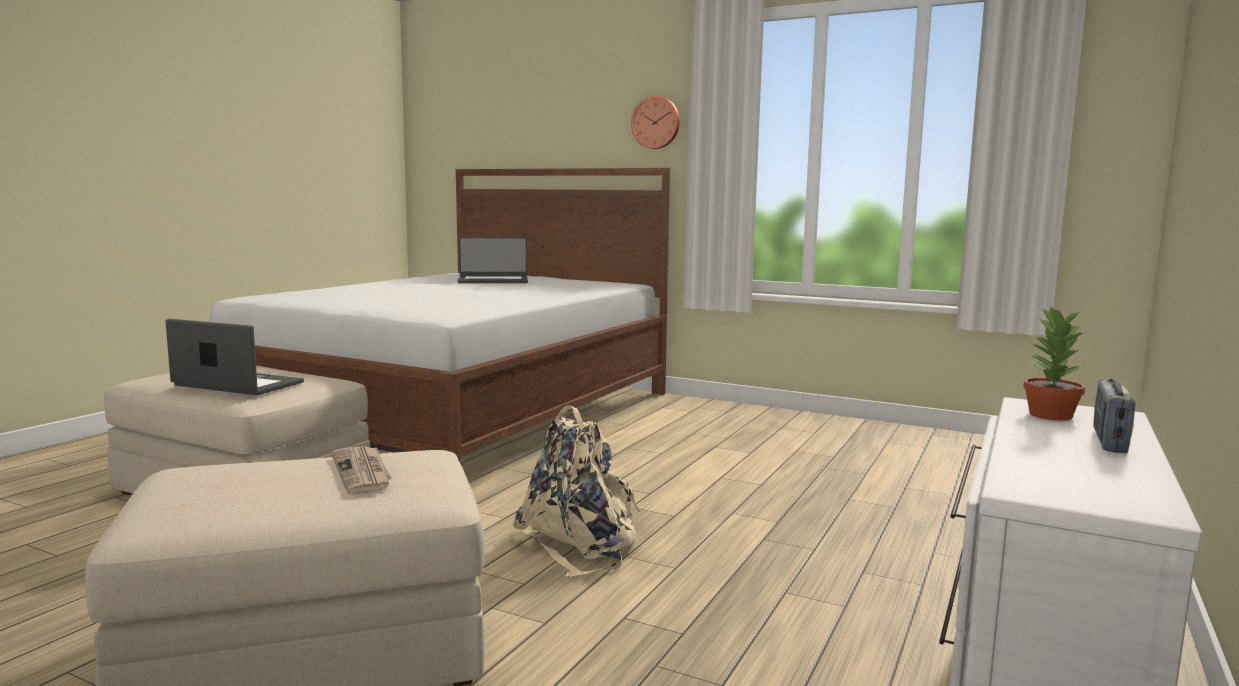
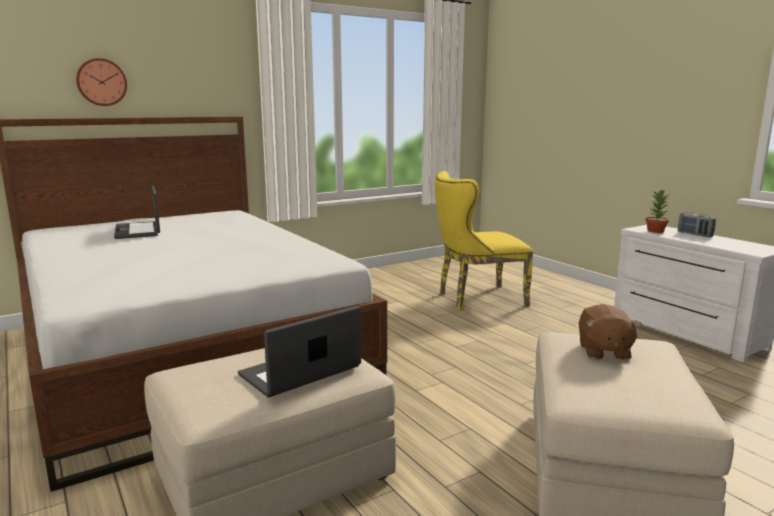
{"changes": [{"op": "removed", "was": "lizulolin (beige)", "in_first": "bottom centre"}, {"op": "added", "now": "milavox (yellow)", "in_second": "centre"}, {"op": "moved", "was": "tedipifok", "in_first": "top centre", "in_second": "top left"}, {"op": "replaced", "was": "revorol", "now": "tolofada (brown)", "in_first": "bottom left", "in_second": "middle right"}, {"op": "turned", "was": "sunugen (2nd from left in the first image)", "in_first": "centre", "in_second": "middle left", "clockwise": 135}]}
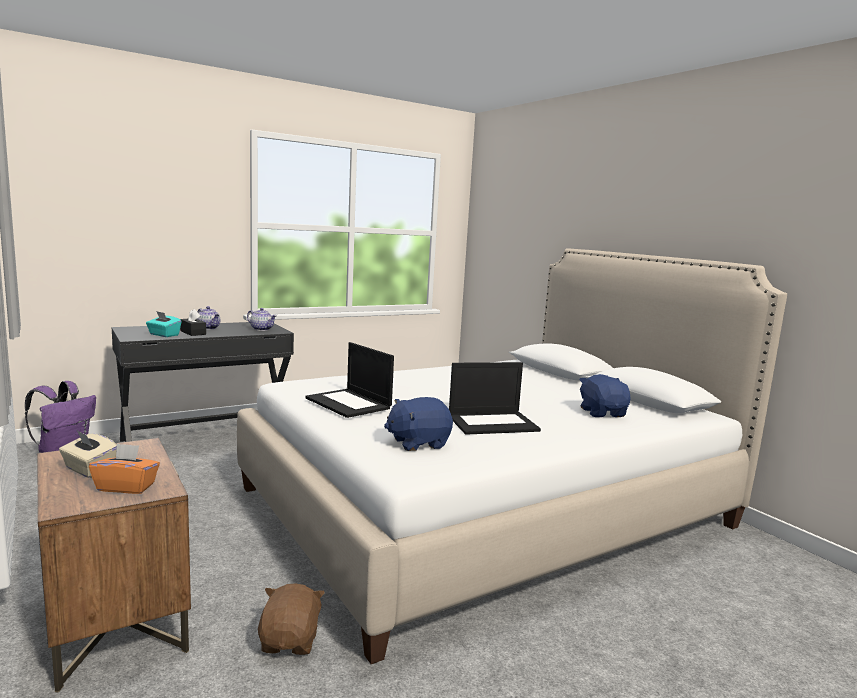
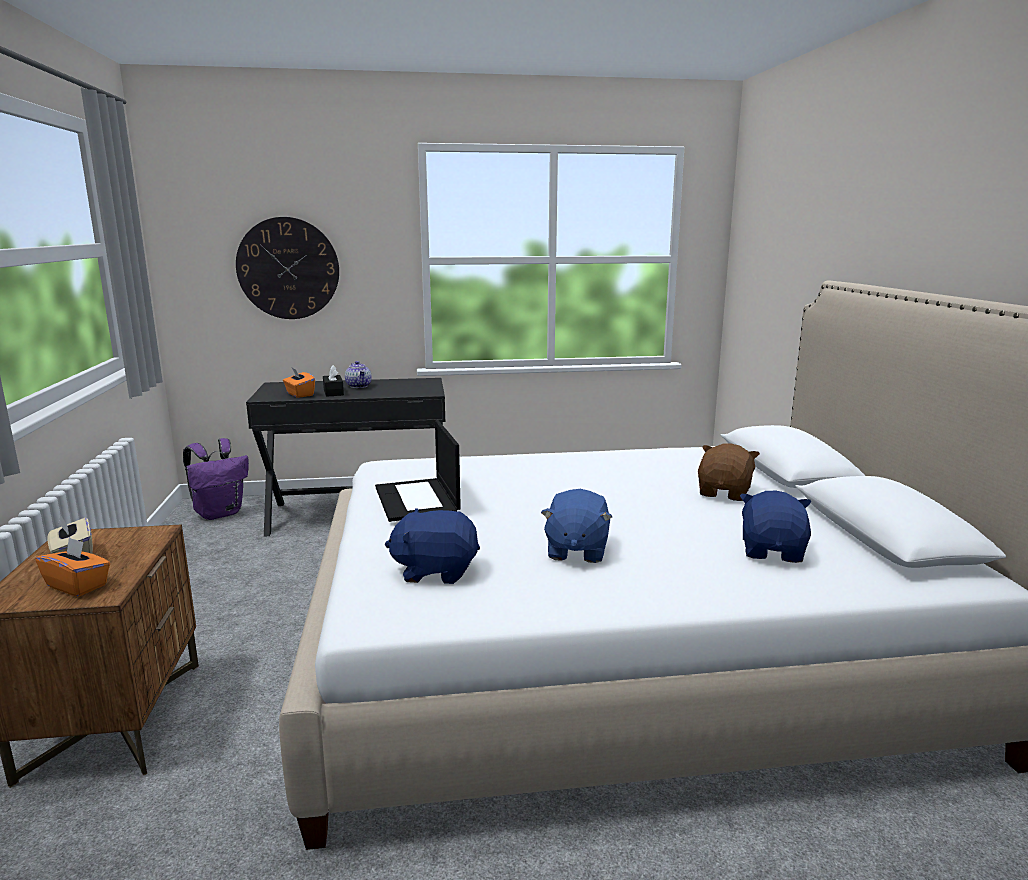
{"changes": [{"op": "removed", "was": "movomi (2nd from left)", "in_first": "middle left"}, {"op": "added", "now": "tedipifok", "in_second": "top left"}, {"op": "moved", "was": "tolofada (brown)", "in_first": "bottom centre", "in_second": "middle right"}, {"op": "replaced", "was": "sunugen (2nd from left)", "now": "tolofada (blue) (2nd from left)", "in_first": "centre", "in_second": "centre"}, {"op": "recoloured", "was": "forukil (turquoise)", "now": "forukil (orange) (2nd from left)", "in_first": "middle left", "in_second": "middle left"}]}
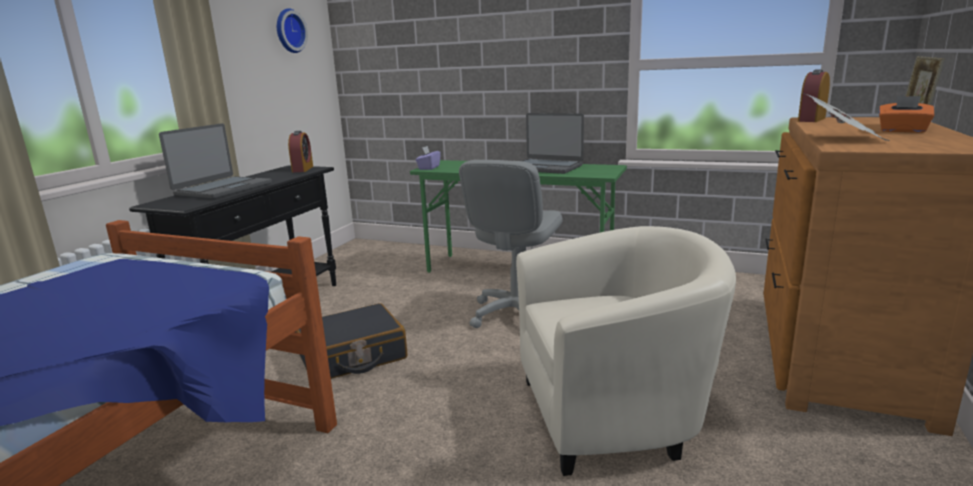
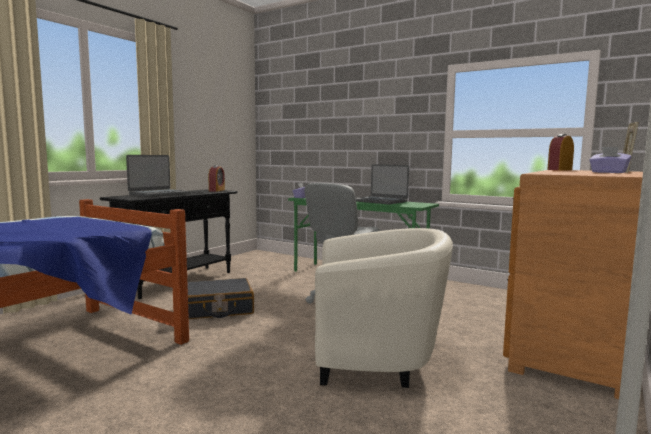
{"changes": [{"op": "removed", "was": "tedipifok", "in_first": "top left"}, {"op": "removed", "was": "revorol", "in_first": "top right"}, {"op": "recoloured", "was": "forukil (orange)", "now": "forukil (purple) (2nd from left)", "in_first": "top right", "in_second": "middle right"}]}
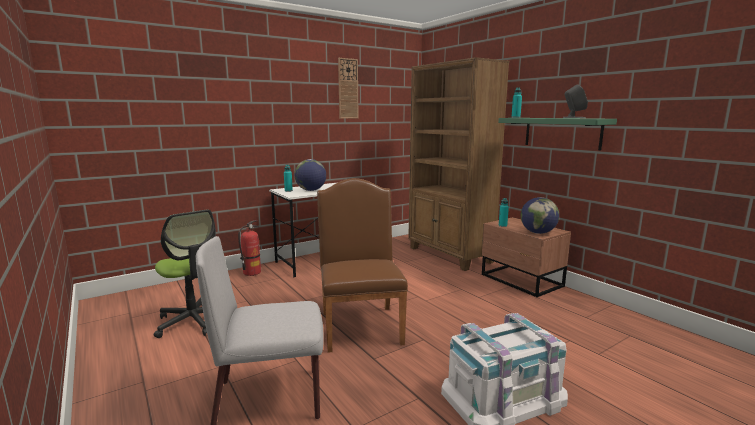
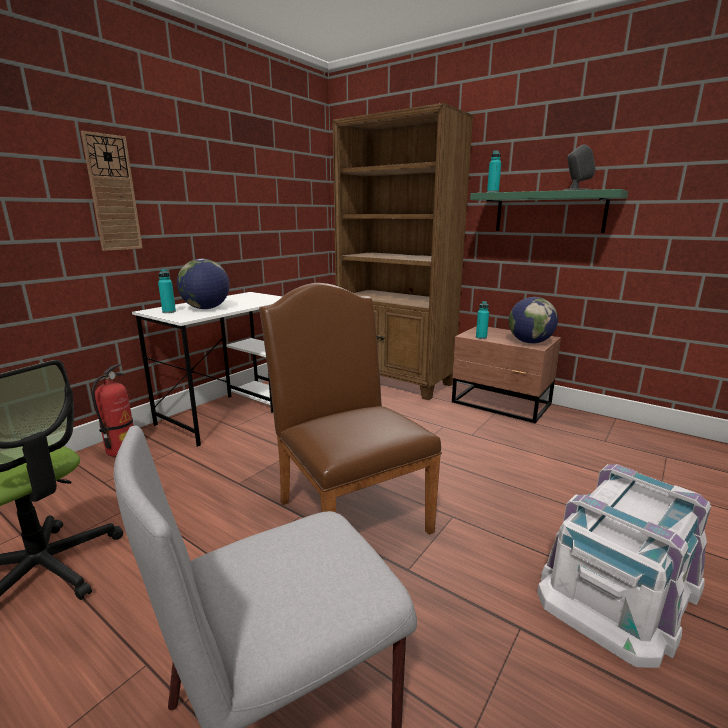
{"changes": [{"op": "moved", "was": "tedipifok", "in_first": "top centre", "in_second": "top left"}]}
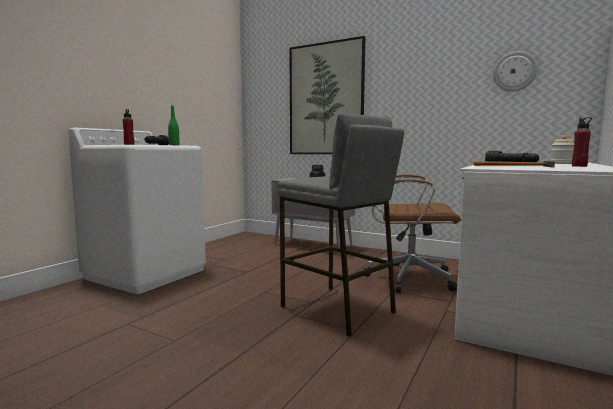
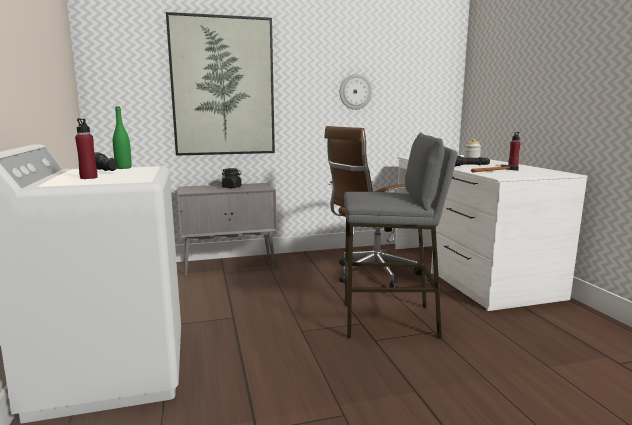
{"changes": [{"op": "moved", "was": "tedipifok", "in_first": "top right", "in_second": "top centre"}]}
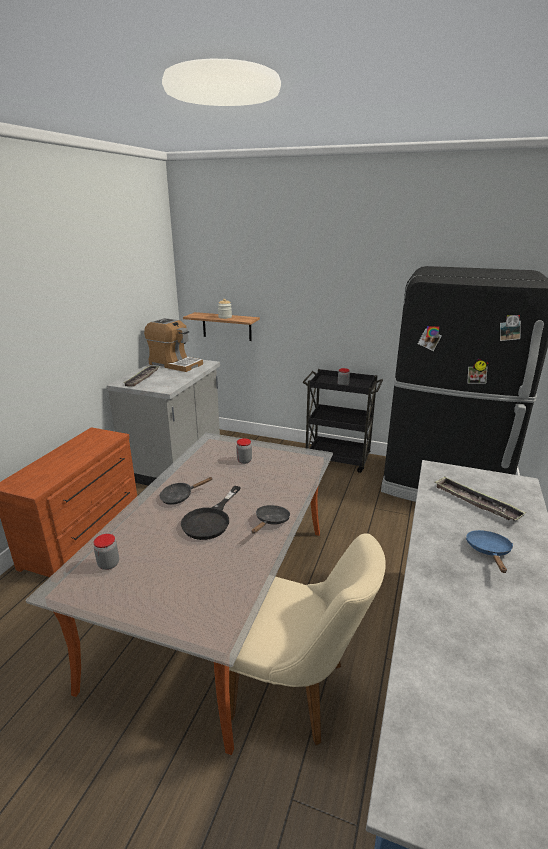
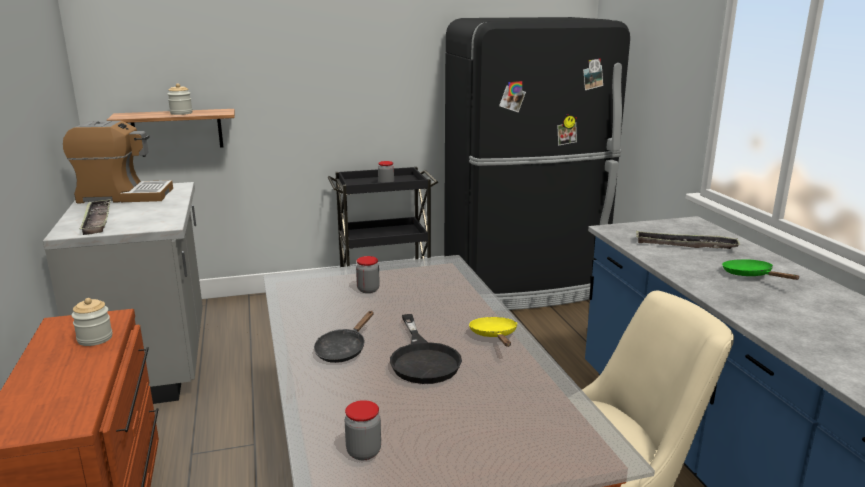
{"changes": [{"op": "added", "now": "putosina (1st from left)", "in_second": "middle left"}, {"op": "recoloured", "was": "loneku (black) (3rd from left)", "now": "loneku (yellow)", "in_first": "centre", "in_second": "bottom centre"}, {"op": "recoloured", "was": "loneku (blue)", "now": "loneku (green)", "in_first": "middle right", "in_second": "middle right"}]}
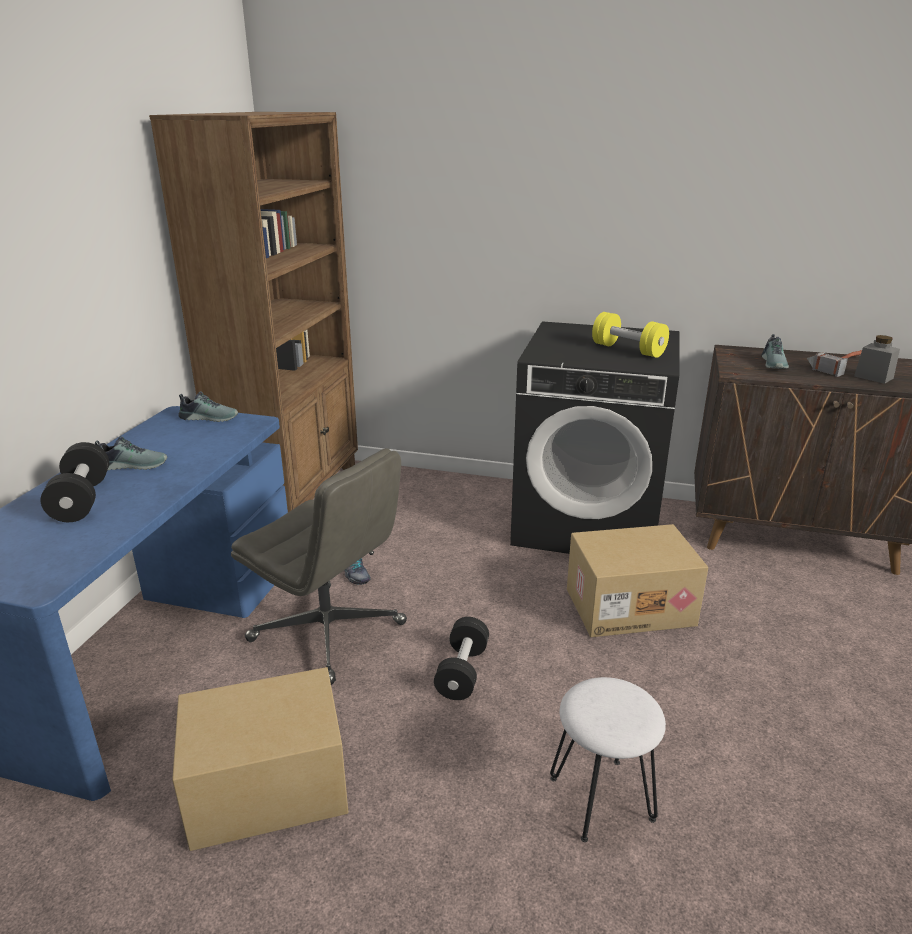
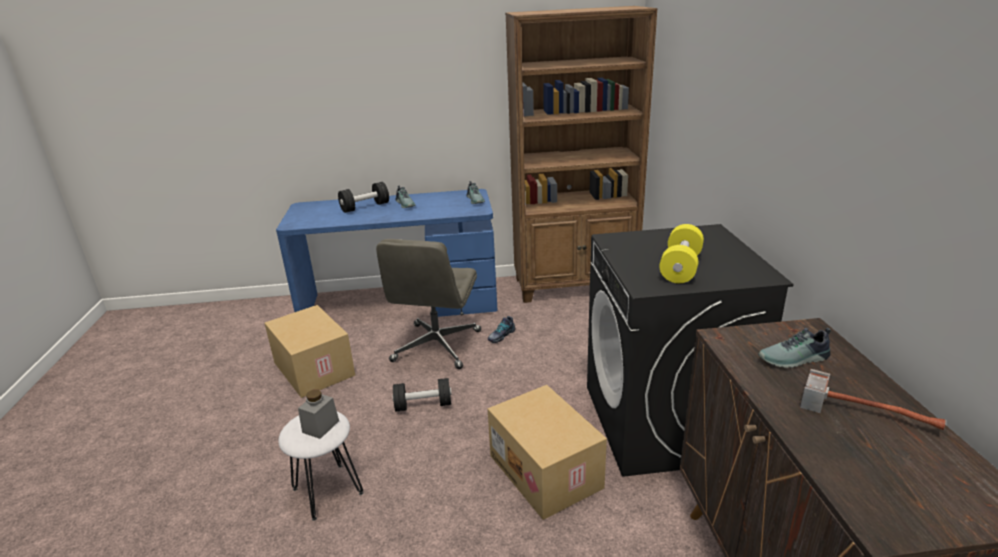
{"changes": [{"op": "moved", "was": "putosina (grey)", "in_first": "middle right", "in_second": "bottom left"}]}
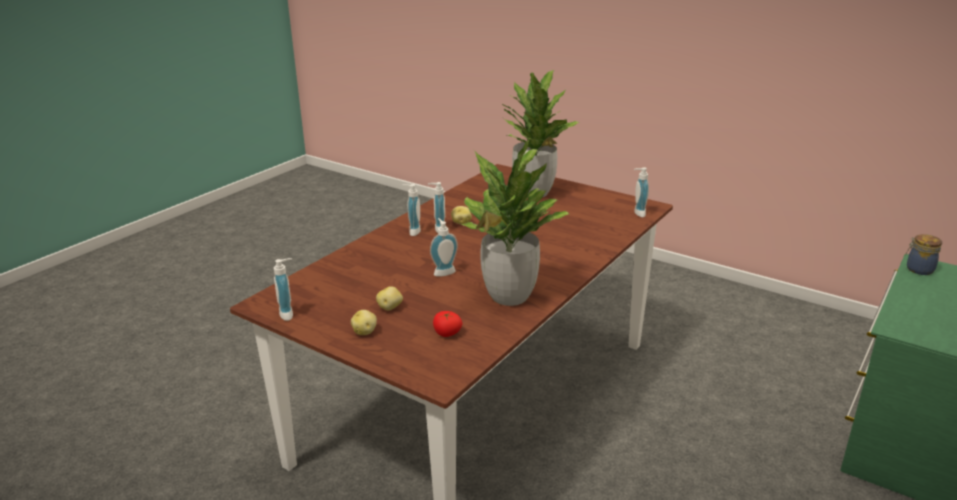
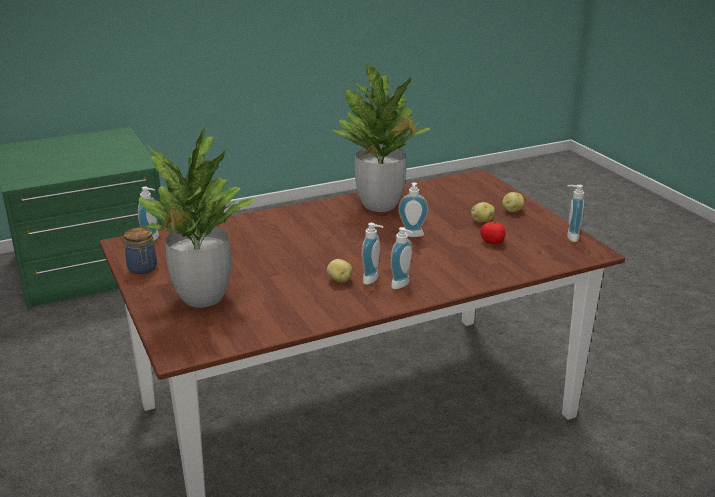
{"changes": [{"op": "moved", "was": "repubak", "in_first": "centre", "in_second": "middle right"}, {"op": "moved", "was": "putosina", "in_first": "middle right", "in_second": "middle left"}]}
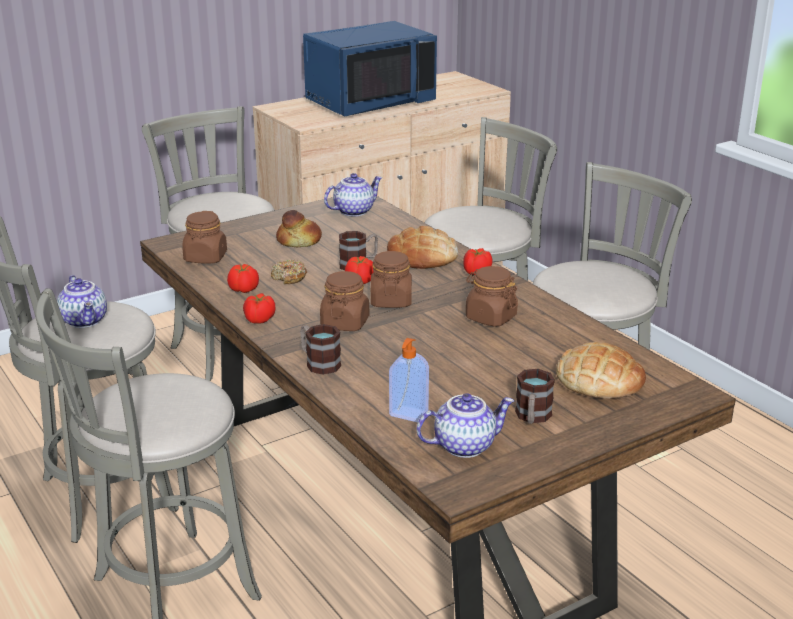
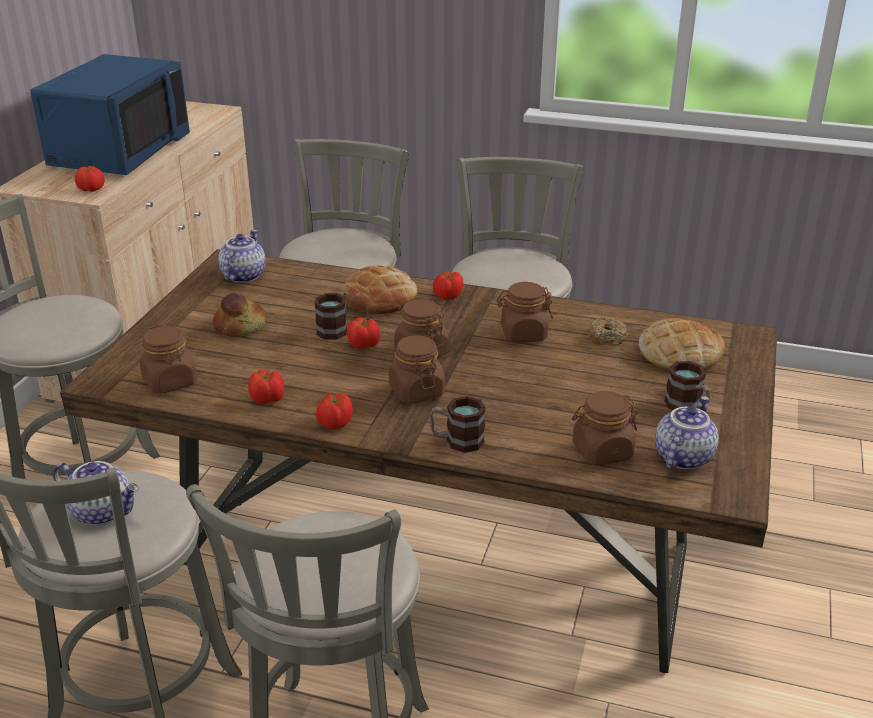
{"changes": [{"op": "added", "now": "repubak (1st from left)", "in_second": "top left"}, {"op": "moved", "was": "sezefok", "in_first": "centre", "in_second": "middle right"}, {"op": "replaced", "was": "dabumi", "now": "putosina (brown) (5th from left)", "in_first": "centre", "in_second": "middle right"}]}
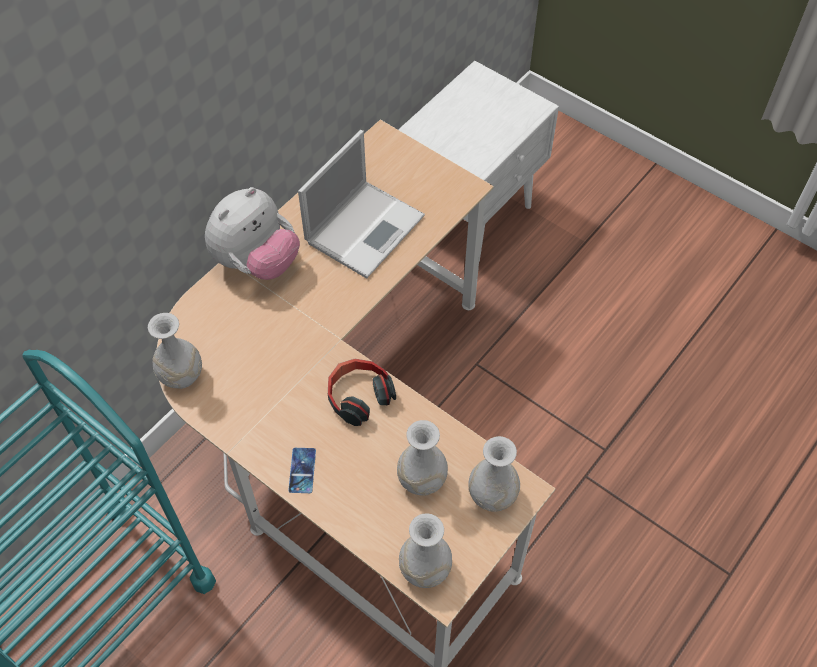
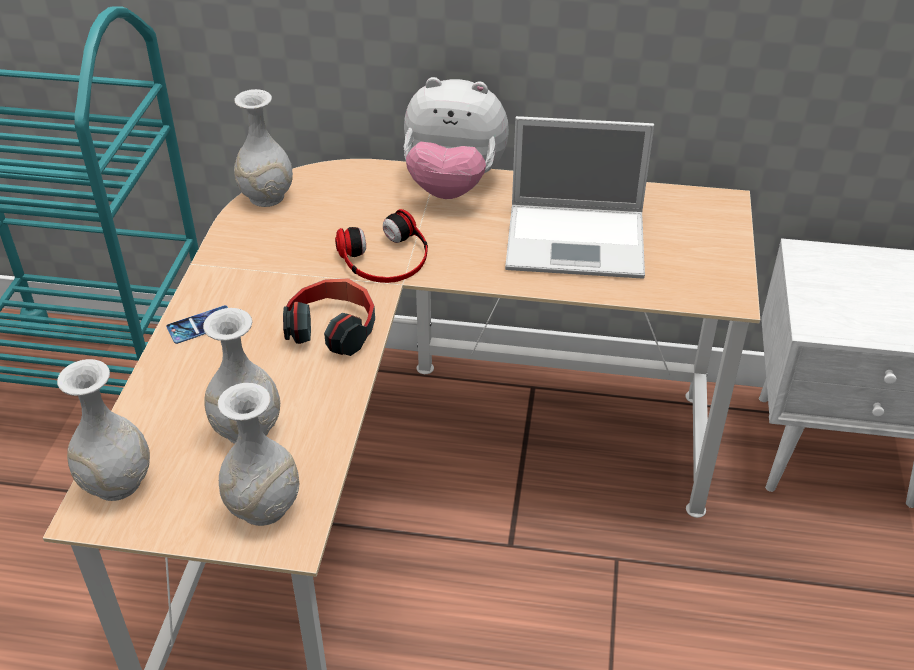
{"changes": [{"op": "added", "now": "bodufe (2nd from left)", "in_second": "centre"}]}
